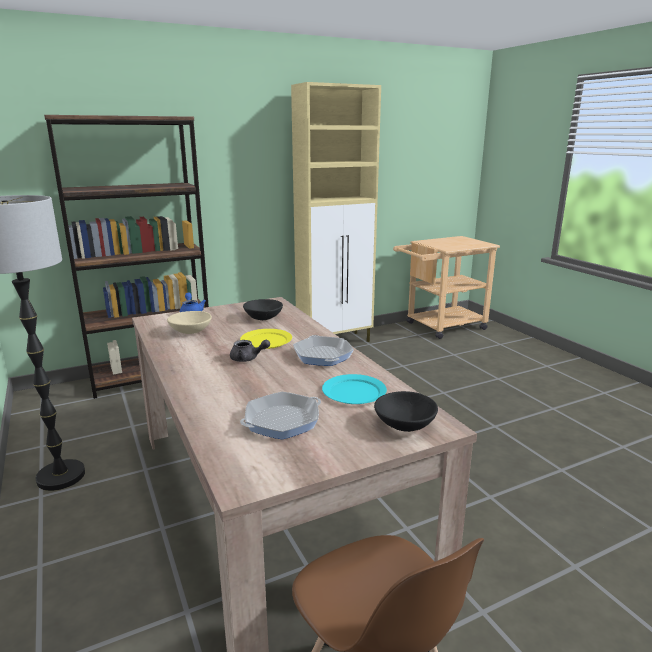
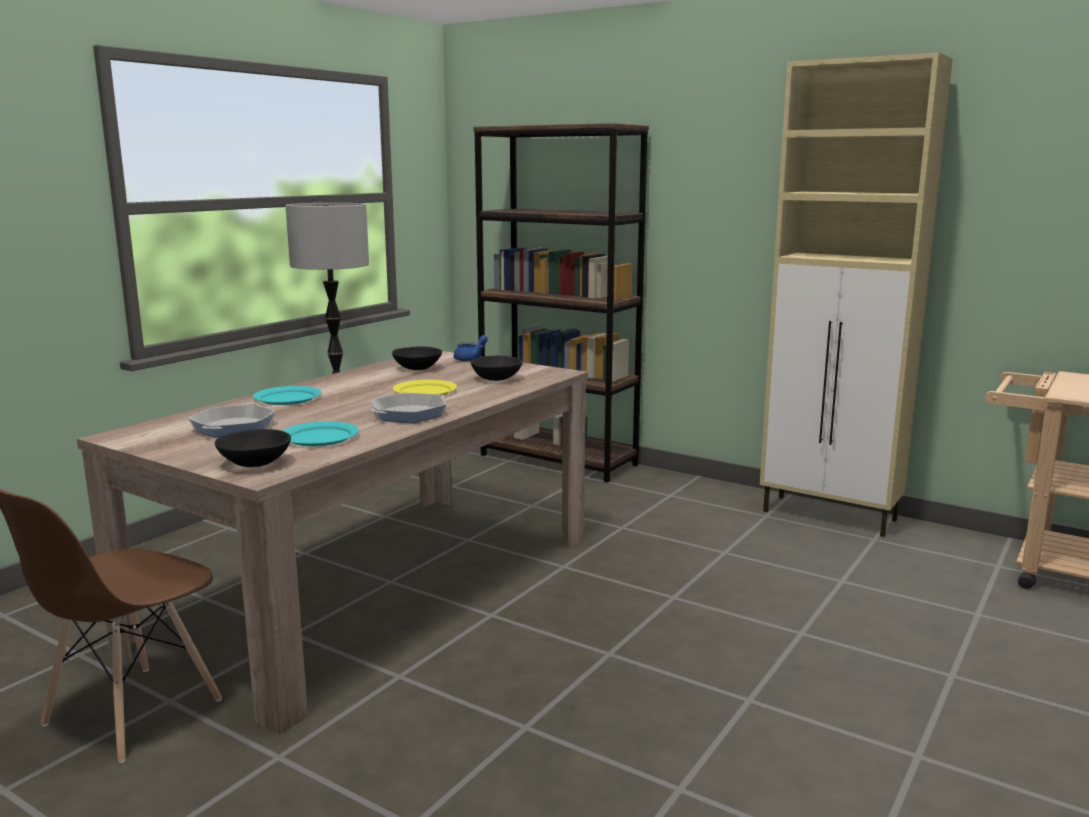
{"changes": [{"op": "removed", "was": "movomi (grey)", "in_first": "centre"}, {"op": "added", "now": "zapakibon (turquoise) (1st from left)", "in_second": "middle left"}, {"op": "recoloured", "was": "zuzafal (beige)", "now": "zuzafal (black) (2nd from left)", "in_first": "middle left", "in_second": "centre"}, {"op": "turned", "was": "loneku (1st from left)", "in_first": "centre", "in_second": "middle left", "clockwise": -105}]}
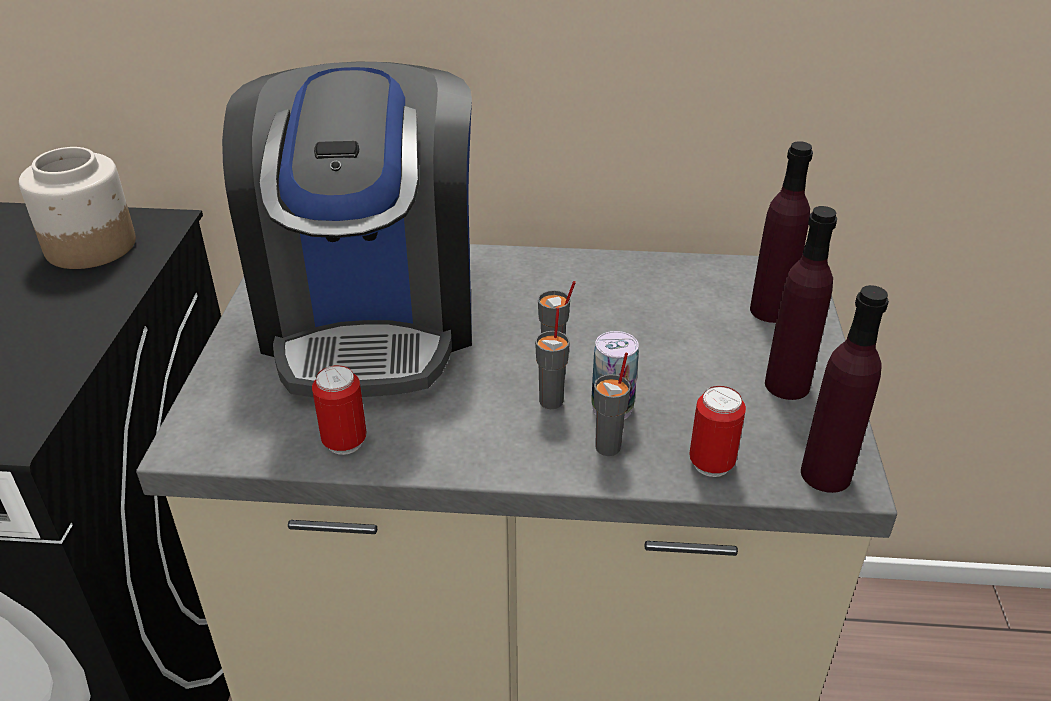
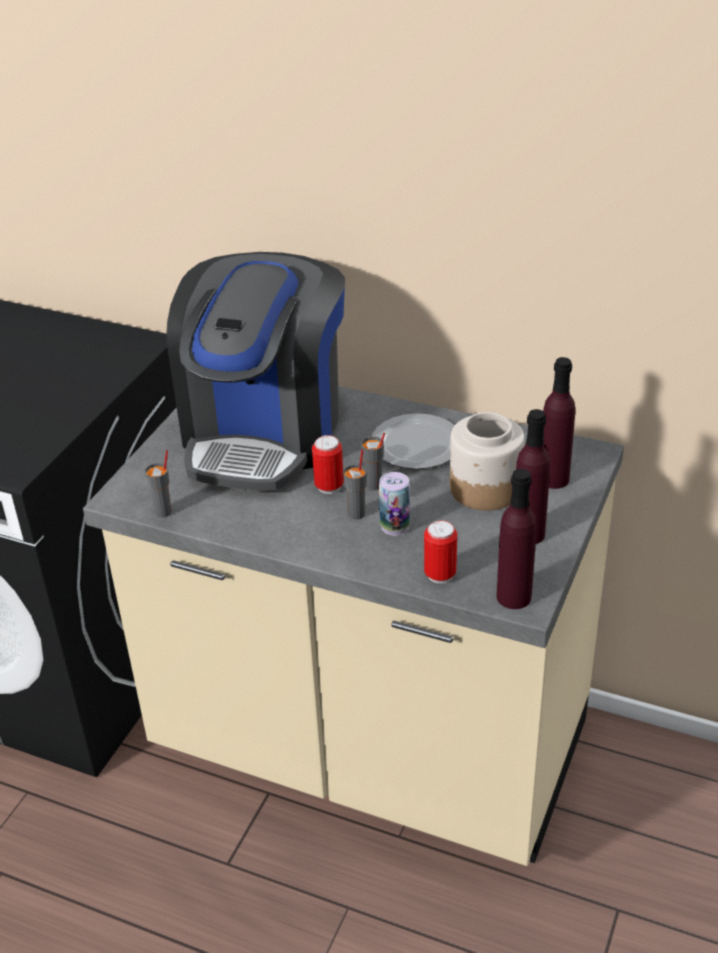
{"changes": [{"op": "added", "now": "zapakibon", "in_second": "centre"}, {"op": "moved", "was": "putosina", "in_first": "top left", "in_second": "middle right"}, {"op": "moved", "was": "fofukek (1st from left)", "in_first": "middle left", "in_second": "centre"}, {"op": "moved", "was": "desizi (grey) (3rd from left in the first image)", "now": "desizi (grey) (1st from left)", "in_first": "centre", "in_second": "middle left"}]}
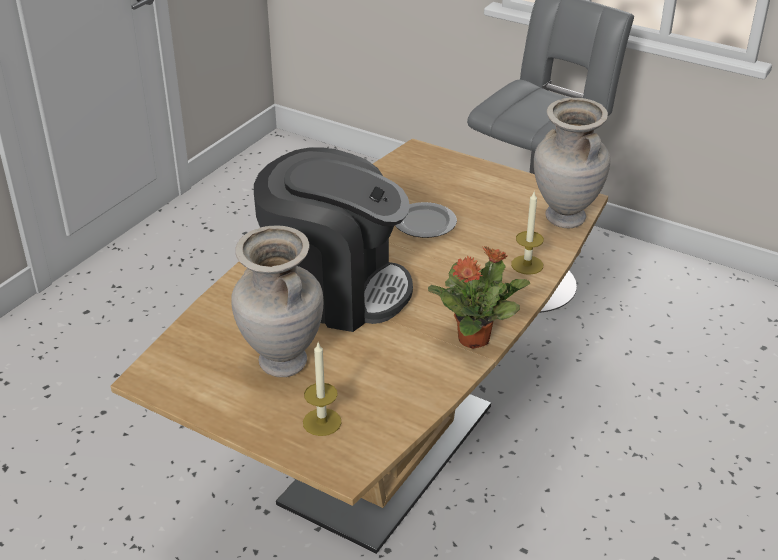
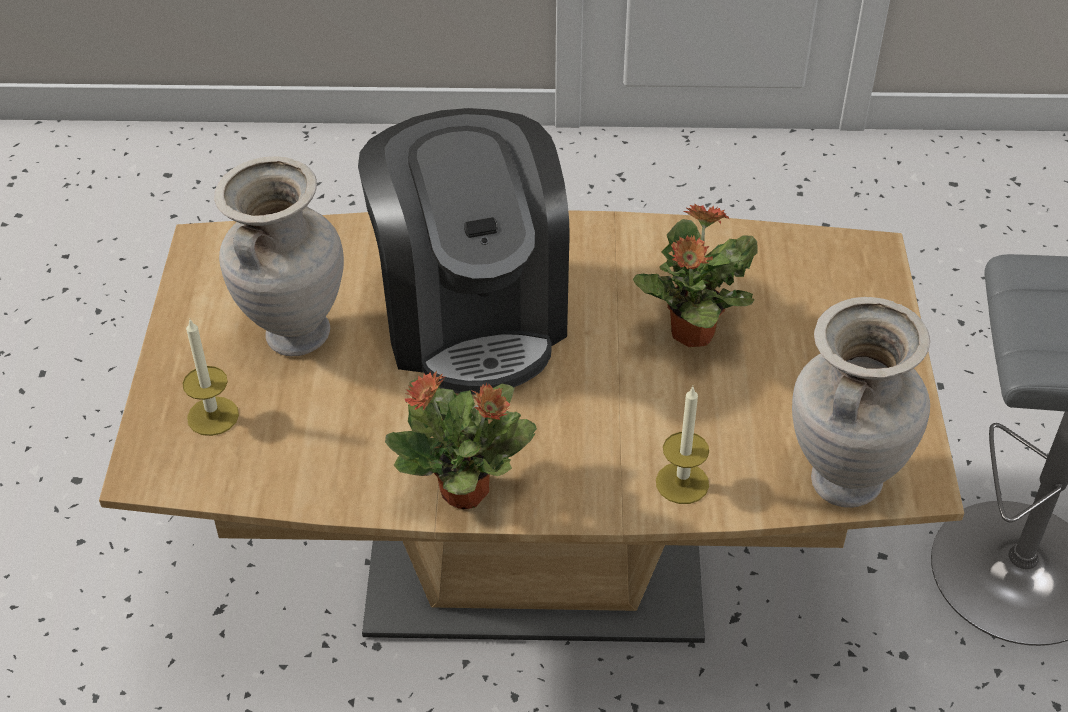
{"changes": [{"op": "replaced", "was": "zapakibon", "now": "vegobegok (2nd from left)", "in_first": "centre", "in_second": "centre"}]}
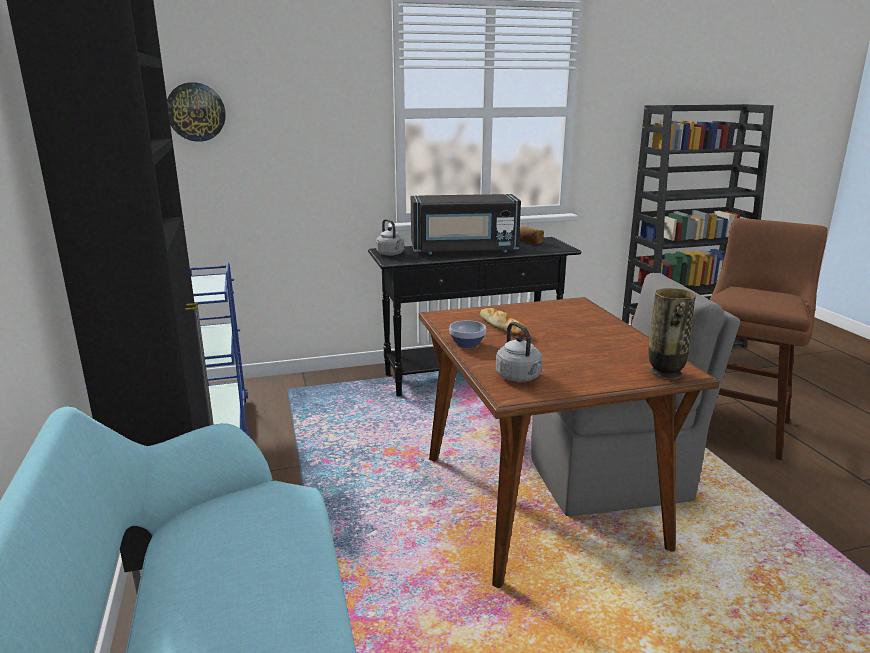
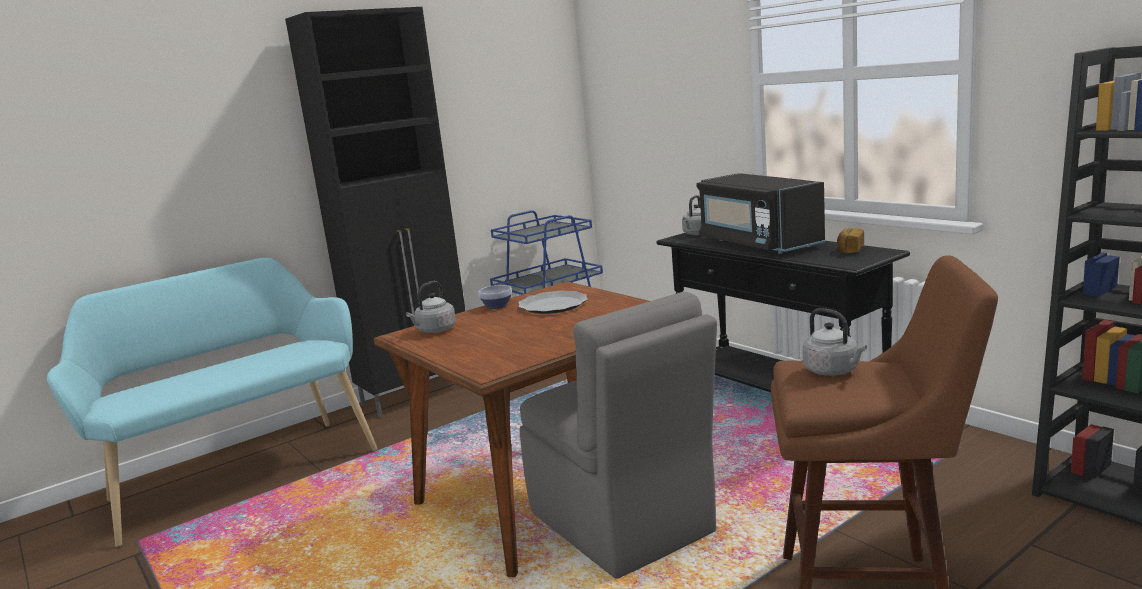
{"changes": [{"op": "removed", "was": "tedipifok", "in_first": "top left"}, {"op": "removed", "was": "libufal", "in_first": "middle right"}, {"op": "added", "now": "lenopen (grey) (3rd from left)", "in_second": "middle right"}, {"op": "replaced", "was": "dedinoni (1st from left)", "now": "zapakibon", "in_first": "centre", "in_second": "centre"}]}
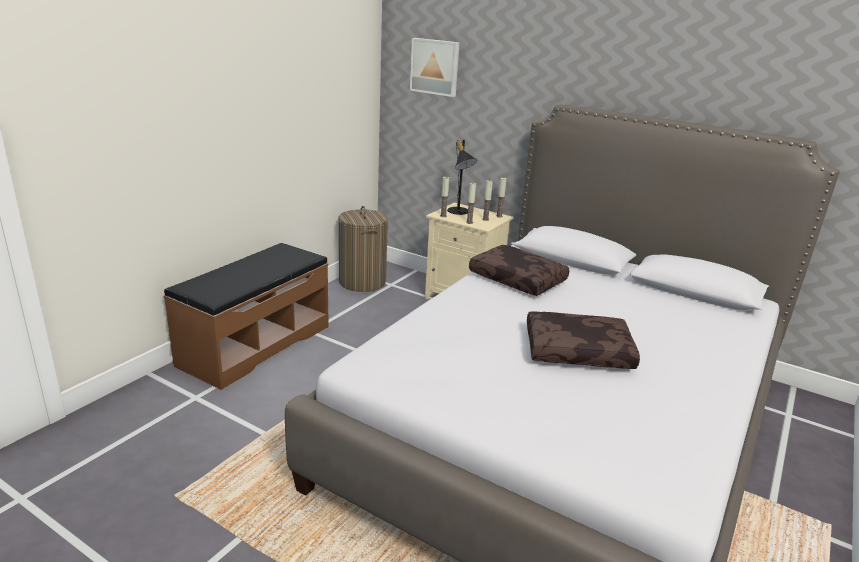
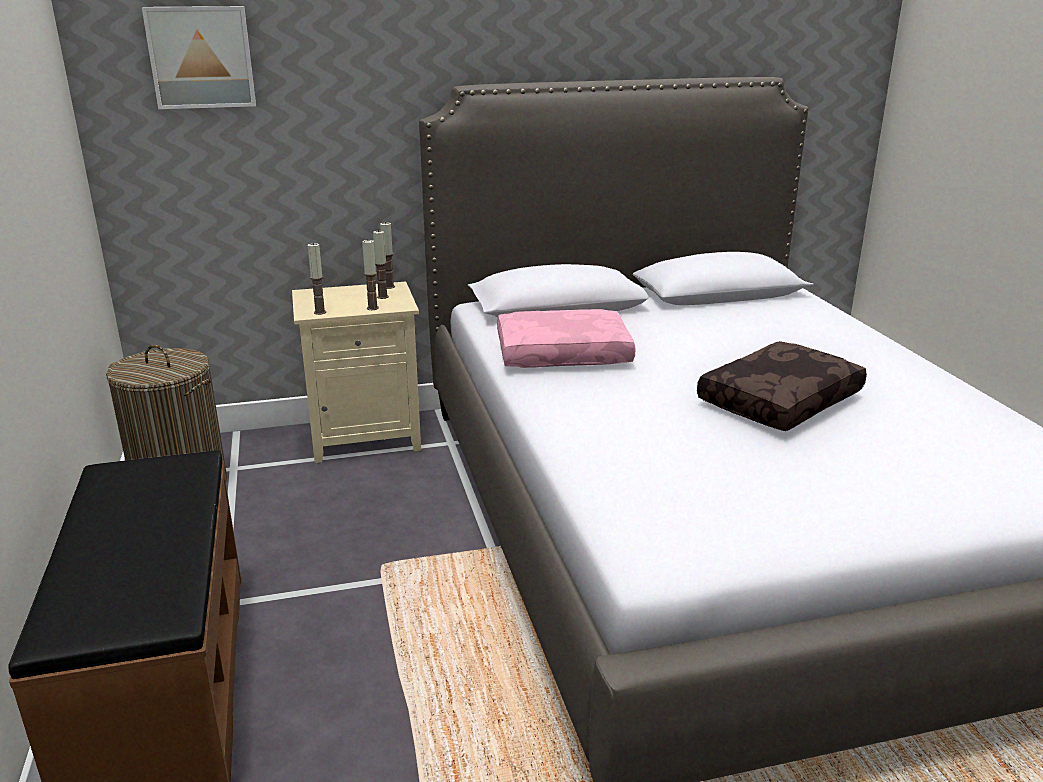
{"changes": [{"op": "removed", "was": "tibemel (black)", "in_first": "top centre"}, {"op": "recoloured", "was": "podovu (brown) (1st from left)", "now": "podovu (pink)", "in_first": "centre", "in_second": "centre"}]}
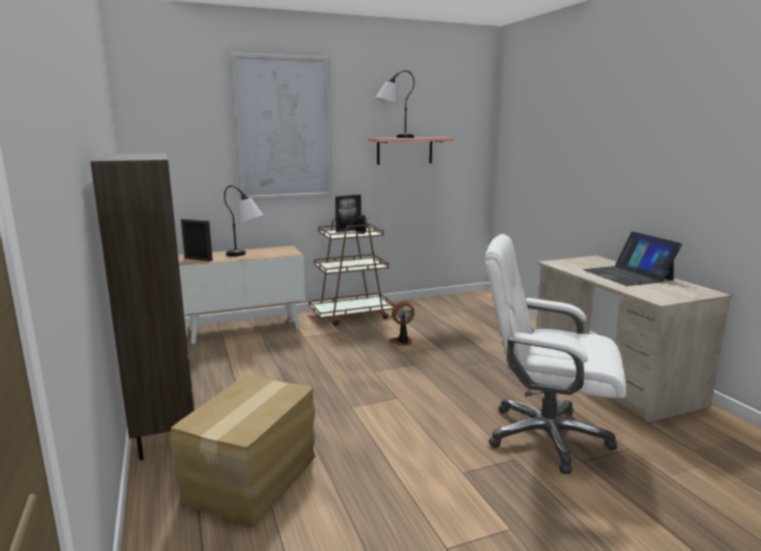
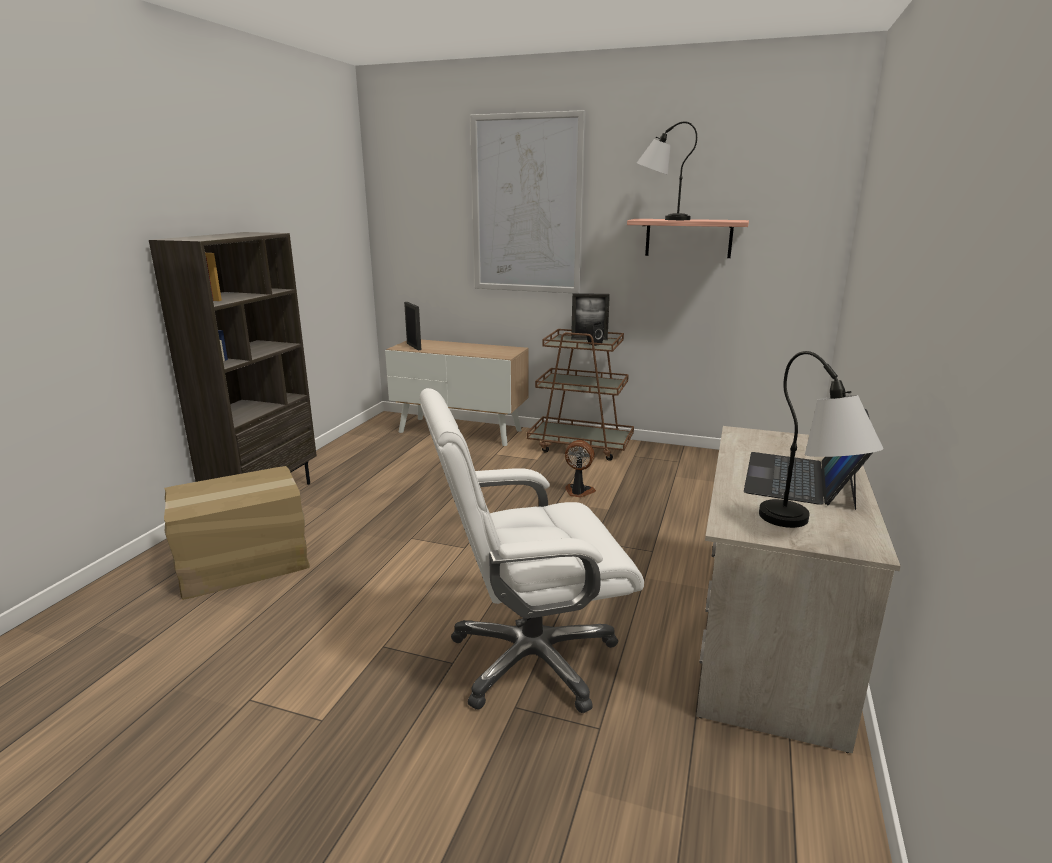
{"changes": [{"op": "moved", "was": "tibemel (1st from left in the first image)", "now": "tibemel (2nd from left)", "in_first": "middle left", "in_second": "middle right"}, {"op": "turned", "was": "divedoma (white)", "in_first": "middle right", "in_second": "centre", "clockwise": -75}]}
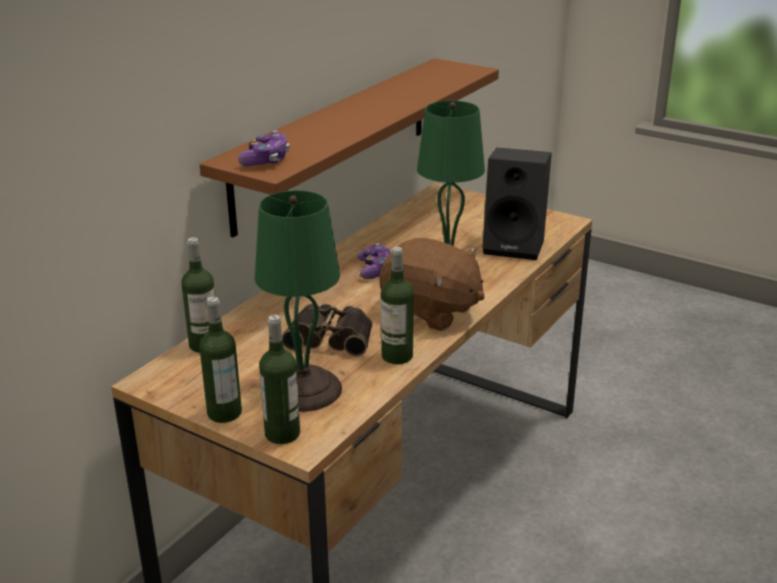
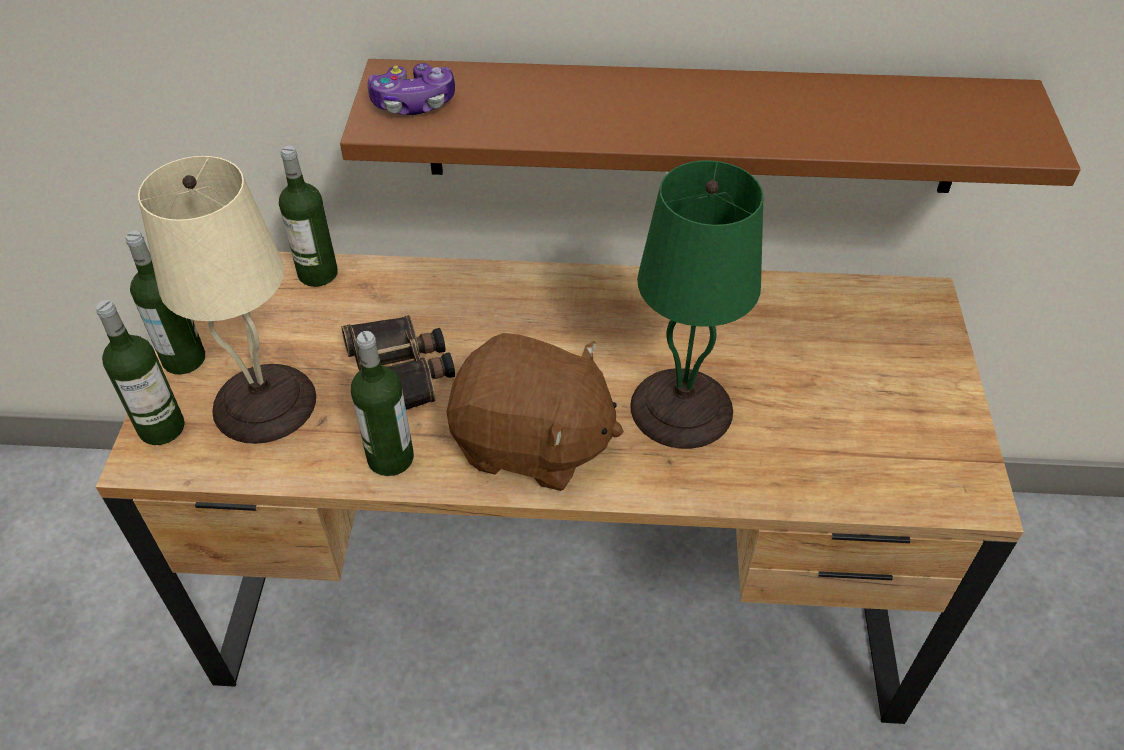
{"changes": [{"op": "removed", "was": "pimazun (2nd from left)", "in_first": "centre"}, {"op": "removed", "was": "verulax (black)", "in_first": "centre"}, {"op": "recoloured", "was": "tibemel (green) (1st from left)", "now": "tibemel (beige)", "in_first": "centre", "in_second": "middle left"}, {"op": "turned", "was": "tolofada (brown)", "in_first": "centre", "in_second": "centre", "clockwise": -75}]}
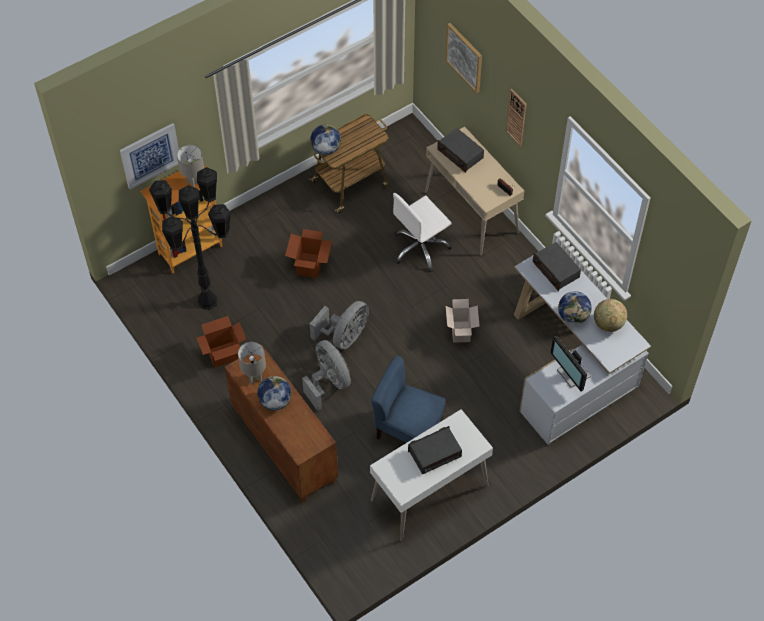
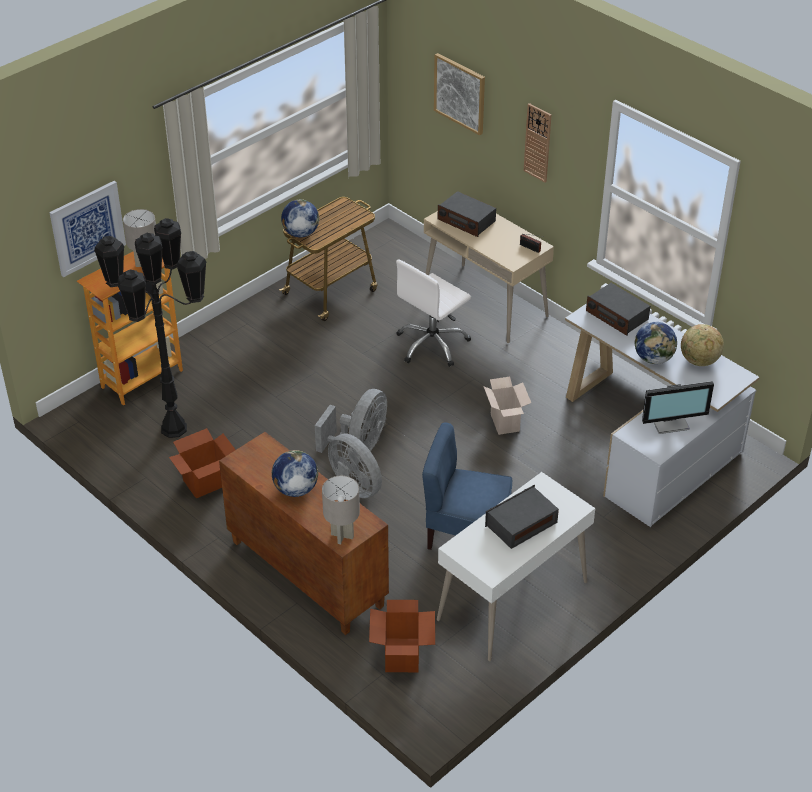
{"changes": [{"op": "moved", "was": "tibemel (grey) (2nd from left)", "in_first": "middle left", "in_second": "centre"}, {"op": "moved", "was": "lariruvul (2nd from left)", "in_first": "centre", "in_second": "bottom centre"}, {"op": "turned", "was": "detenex", "in_first": "middle right", "in_second": "middle right", "clockwise": -60}]}
